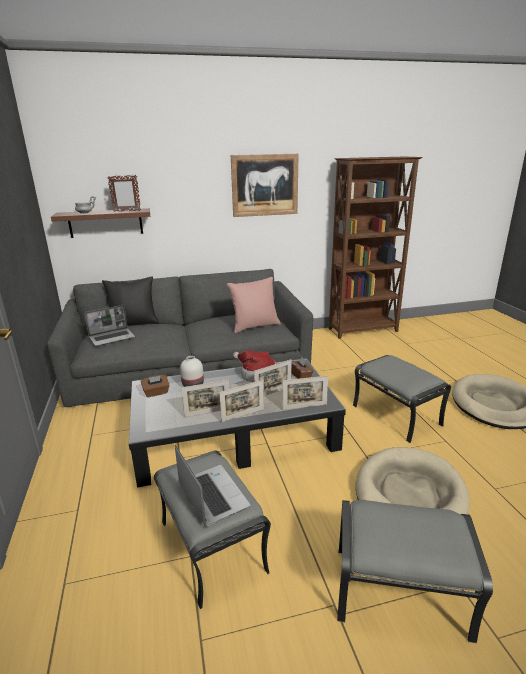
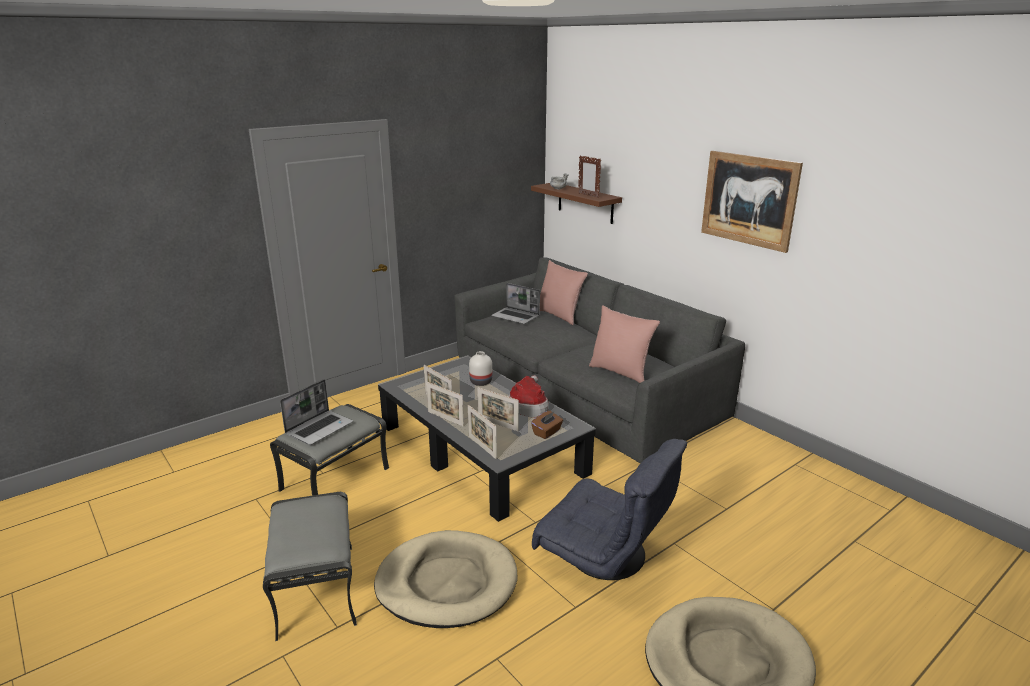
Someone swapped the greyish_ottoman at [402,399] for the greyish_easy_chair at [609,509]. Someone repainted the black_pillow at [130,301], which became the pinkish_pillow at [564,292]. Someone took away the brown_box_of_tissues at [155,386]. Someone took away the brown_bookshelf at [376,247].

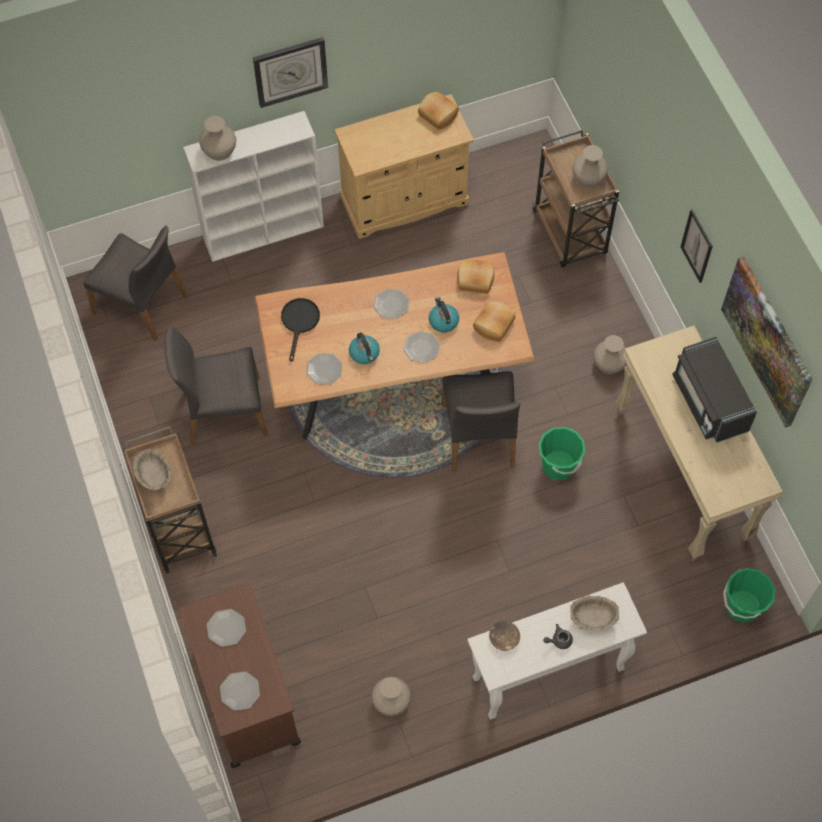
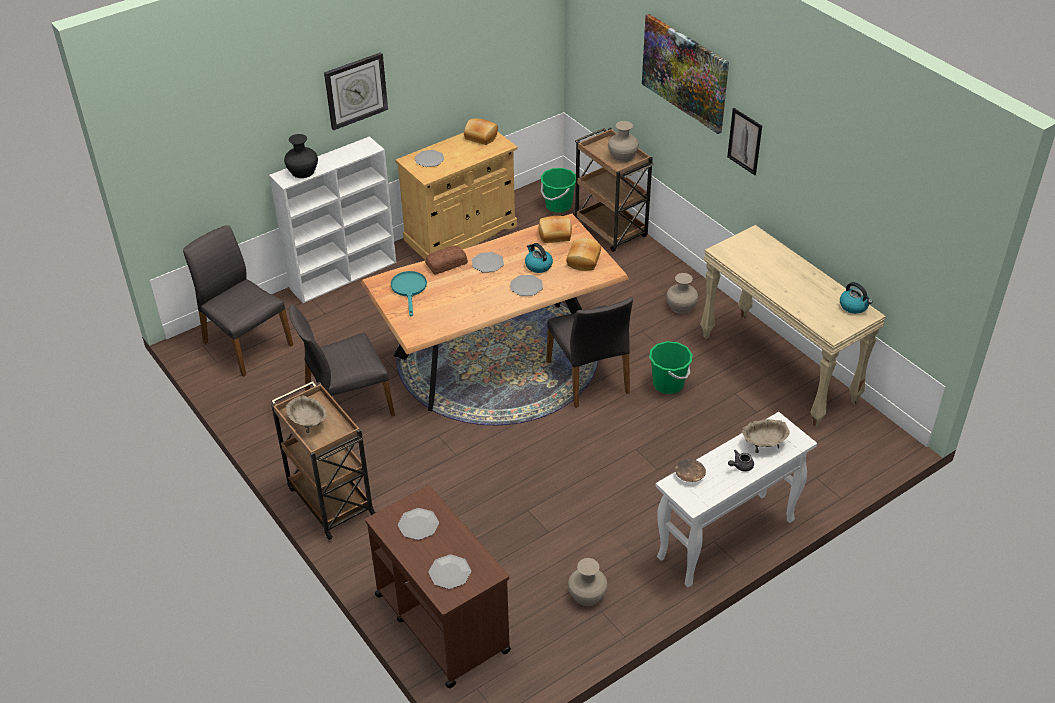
Someone rotated the greyish_upright_chair at [135,283] by 150 degrees counterclockwise. Someone repainted the beige_vase at [217,138], which became the black_vase at [301,156]. Someone repainted the black_pan at [300,330], which became the blue-green_pan at [409,294]. Someone carried the flat_dish from [324,369] to [430,158]. Someone put down the baked_bread at [446,260]. Someone carried the green_water_bucket from [749,595] to [558,190]. Someone carried the wall_art from [767,342] to [685,74]. Someone carried the water_kettle from [364,348] to [856,298]. Someone took away the black_microwave at [714,390].

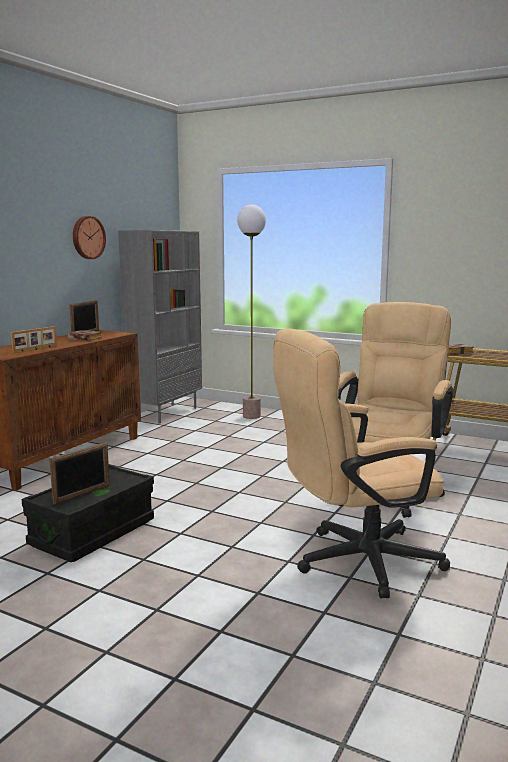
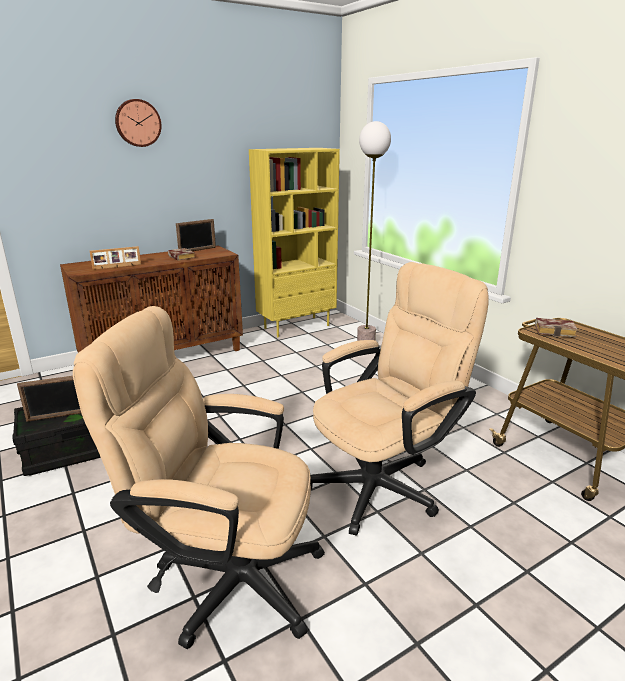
Someone carried the clock_on_the_wall from [89,237] to [138,123]. Someone repainted the greyish_bookshelf at [160,327], which became the yellow_bookshelf at [294,242].

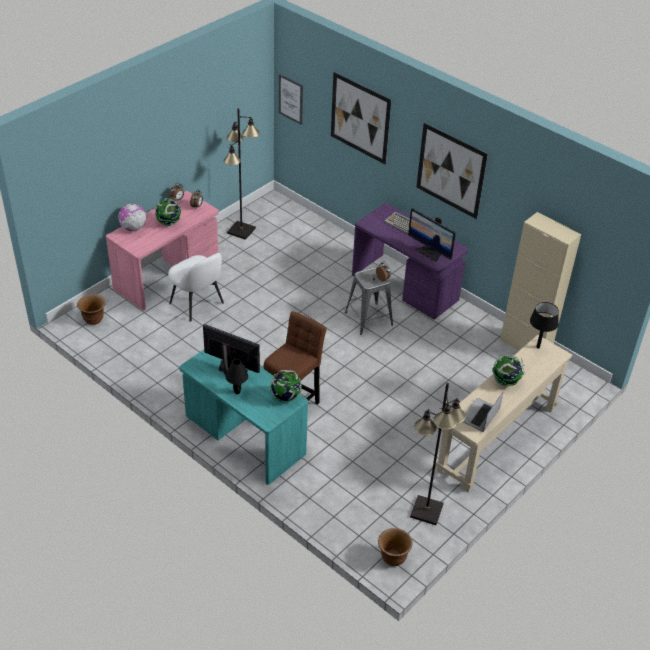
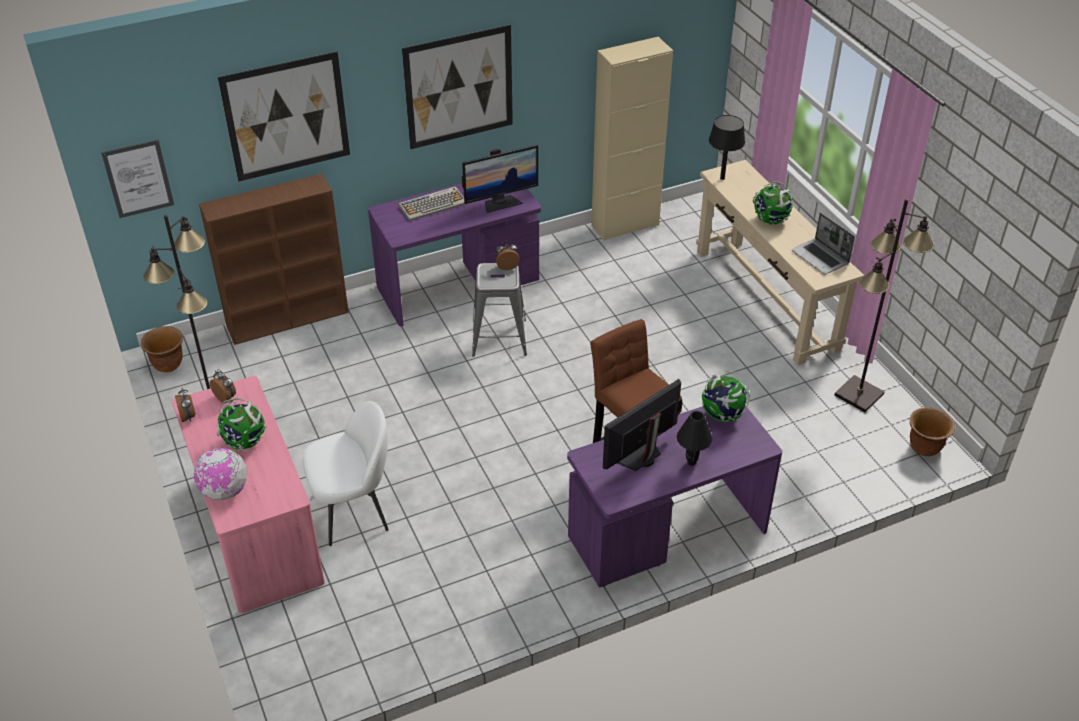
Someone carried the brown_planter from [91,309] to [162,349]. Someone put down the brown_bookshelf at [274,259]. Someone repainted the blue-green_desk_unit at [243,417], which became the purplish_desk_unit at [674,496].

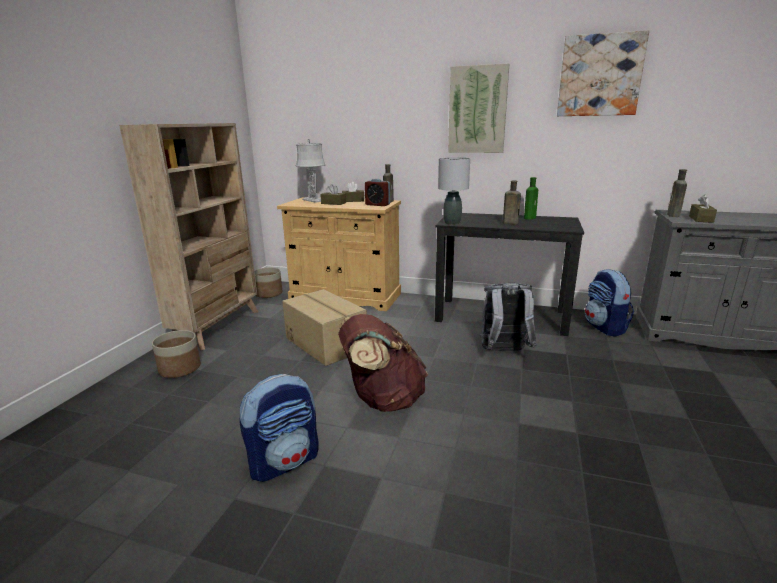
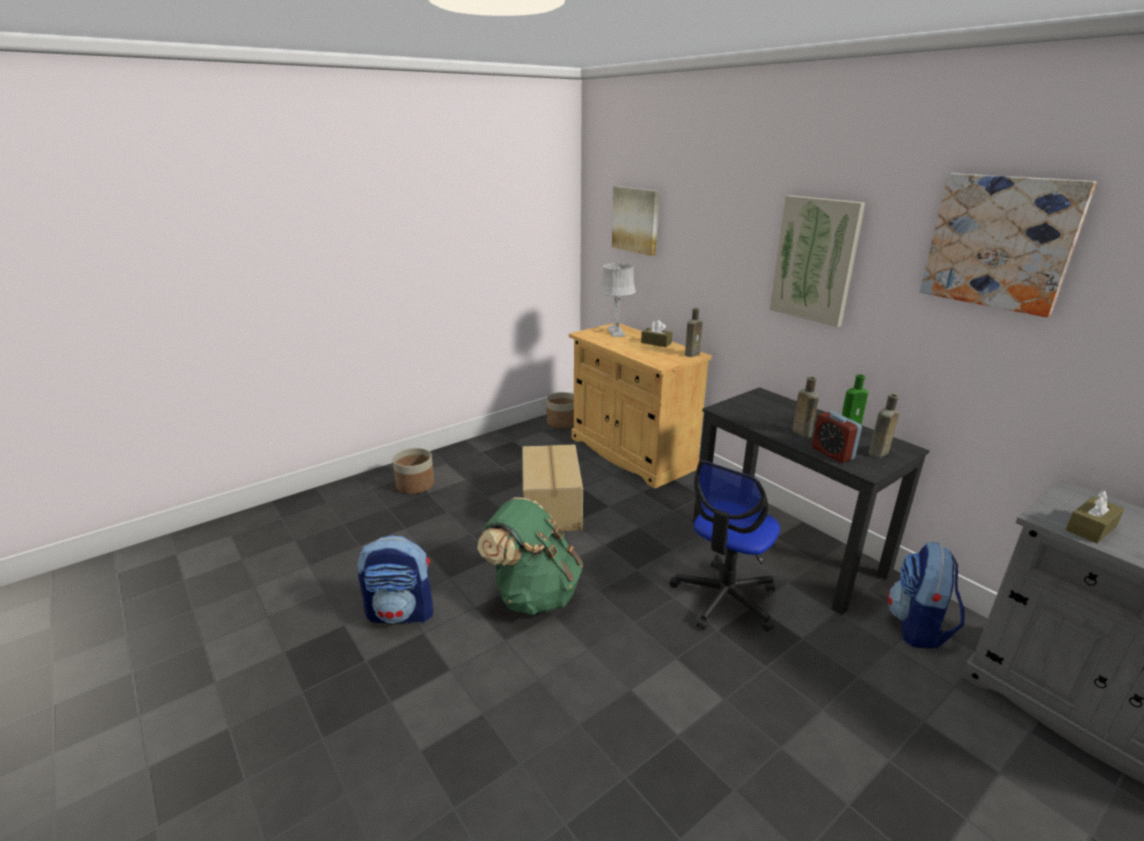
Someone repainted the brown_backpack at [383,363], which became the green_backpack at [530,556]. Someone put up the wall_art at [635,221]. Someone swapped the greyish_backpack at [508,317] for the desk_chair at [725,546]. Someone carried the bedside_clock from [377,192] to [837,437]. Someone carried the brown_beverage_bottle from [677,193] to [884,426]. Someone took away the beige_bookshelf at [188,236]. Someone took away the brown_box_of_tissues at [333,194]. Someone took away the greyish_lamp_for_a_table at [454,191].

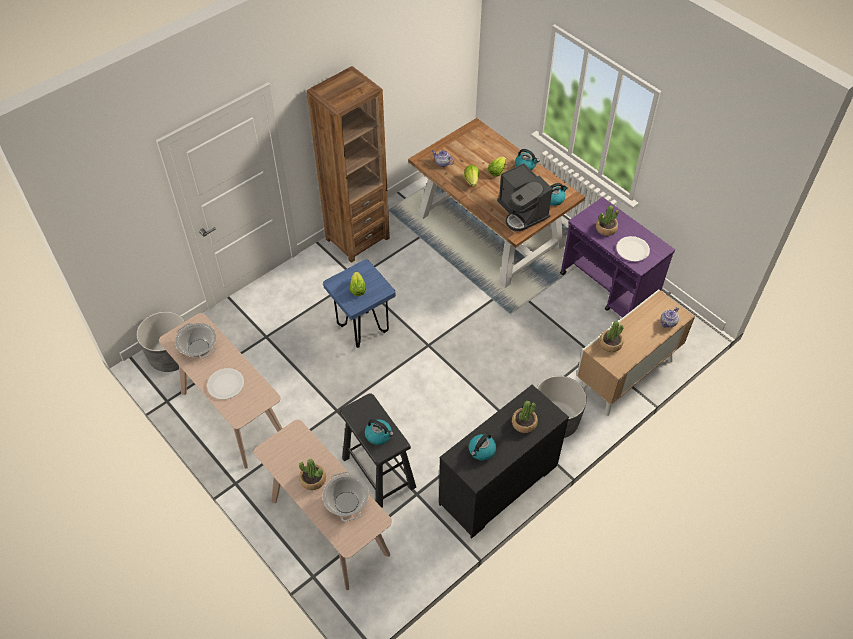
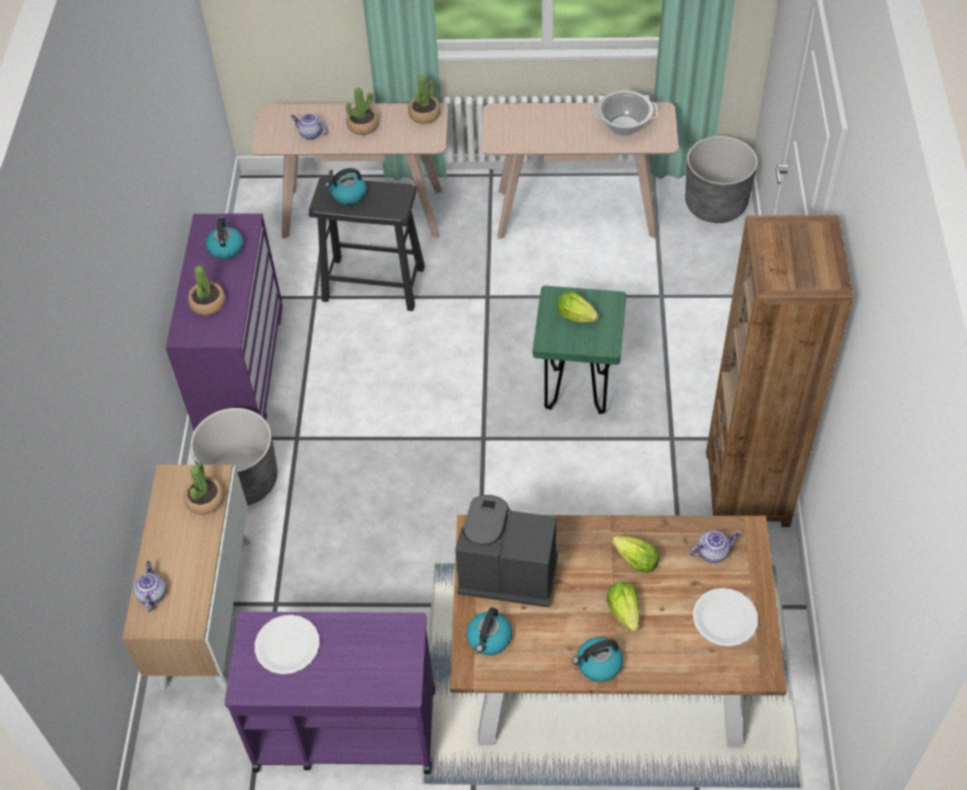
Someone repainted the black_dresser at [504,462], which became the purplish_dresser at [224,322]. Someone swapped the stockpot at [345,496] for the pot_for_tea at [309,126]. Someone carried the plant_in_a_pot from [607,221] to [424,99]. Someone repainted the blue_stool_seat at [359,303], which became the green_stool_seat at [579,350]. Someone carried the white-coloured_flat_dish from [225,383] to [725,617].

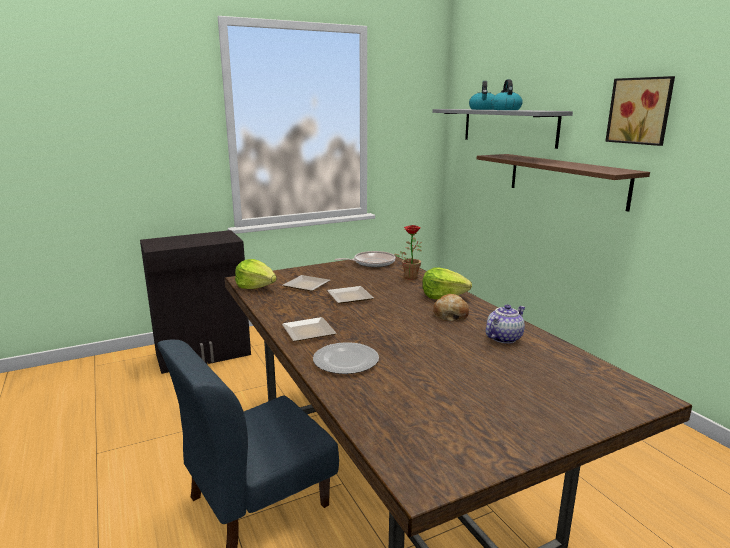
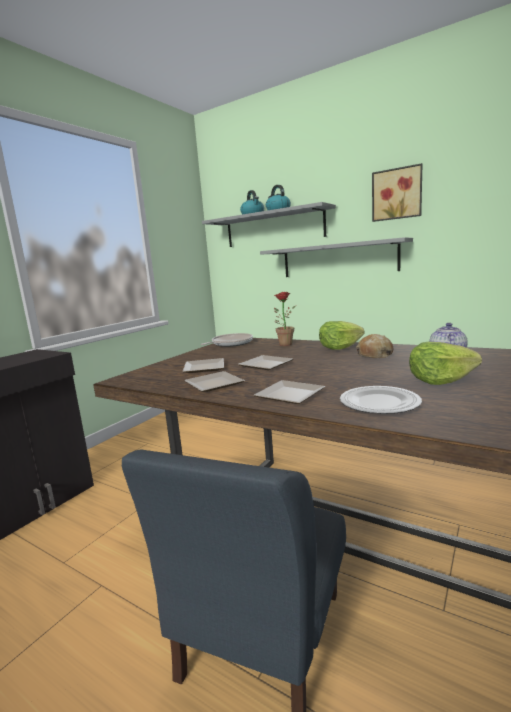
Someone put down the flat_dish at [214,381]. Someone repainted the brown_shelf at [563,183], which became the greyish_shelf at [336,257]. Someone carried the lettuce from [256,274] to [445,363].

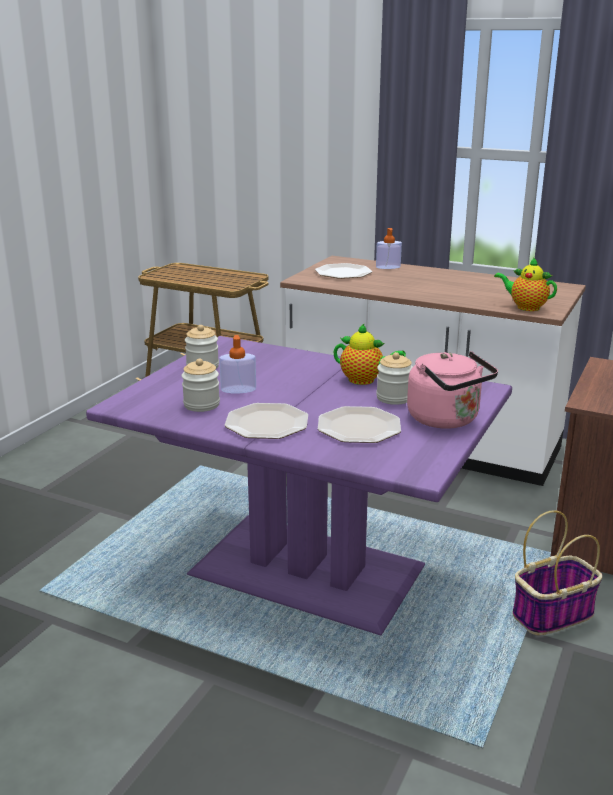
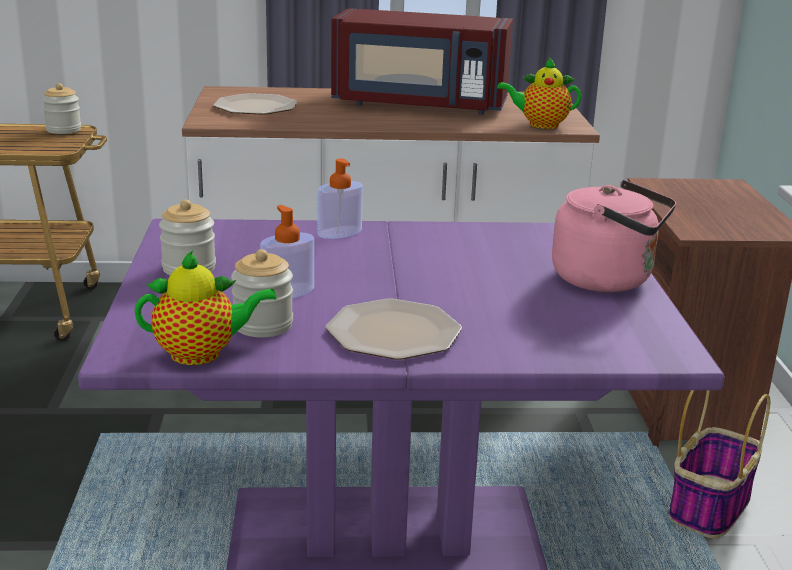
Someone carried the storage_jar from [394,378] to [61,108]. Someone carried the pot_for_tea from [369,354] to [205,307]. Someone carried the soap_bottle from [389,248] to [340,199]. Someone put down the red_microwave at [422,61]. Someone took away the flat_dish at [359,424].

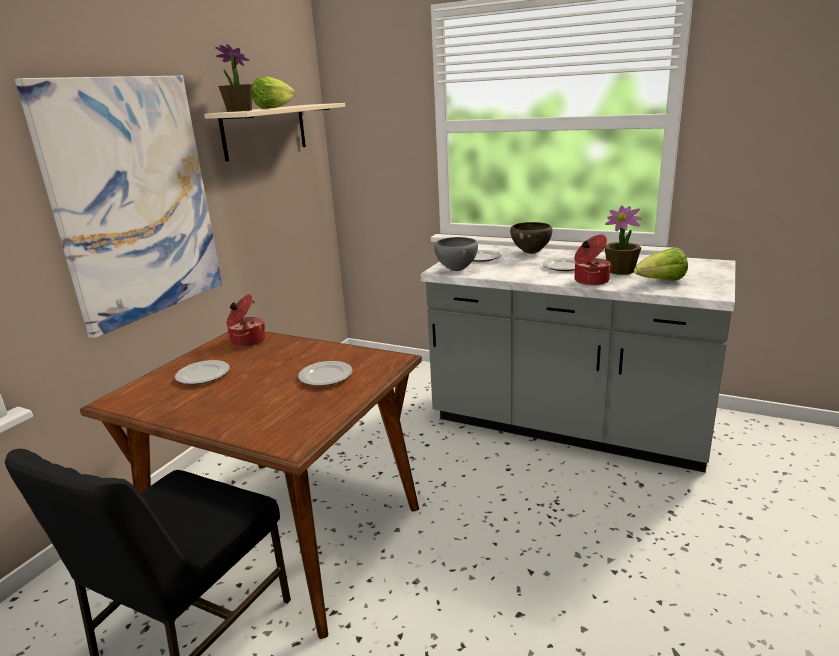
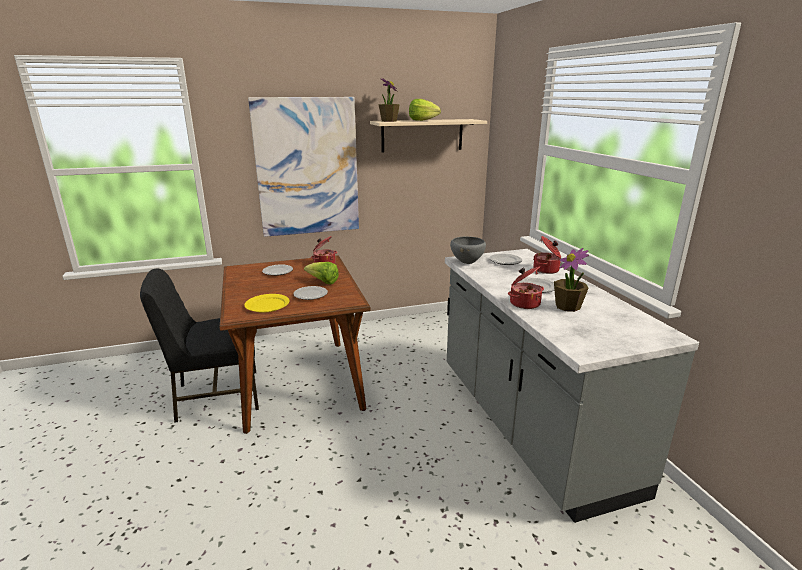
Someone put down the yellow_flat_dish at [267,303]. Someone carried the lettuce from [661,264] to [321,273]. Someone swapped the brown_bowl at [531,238] for the stockpot at [547,255].

